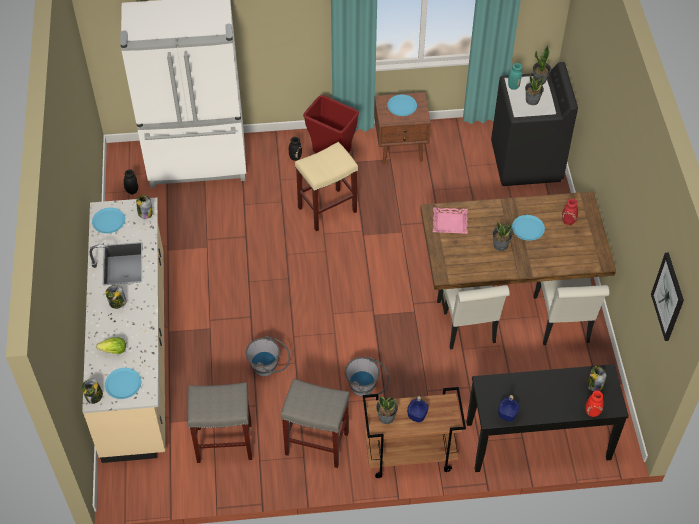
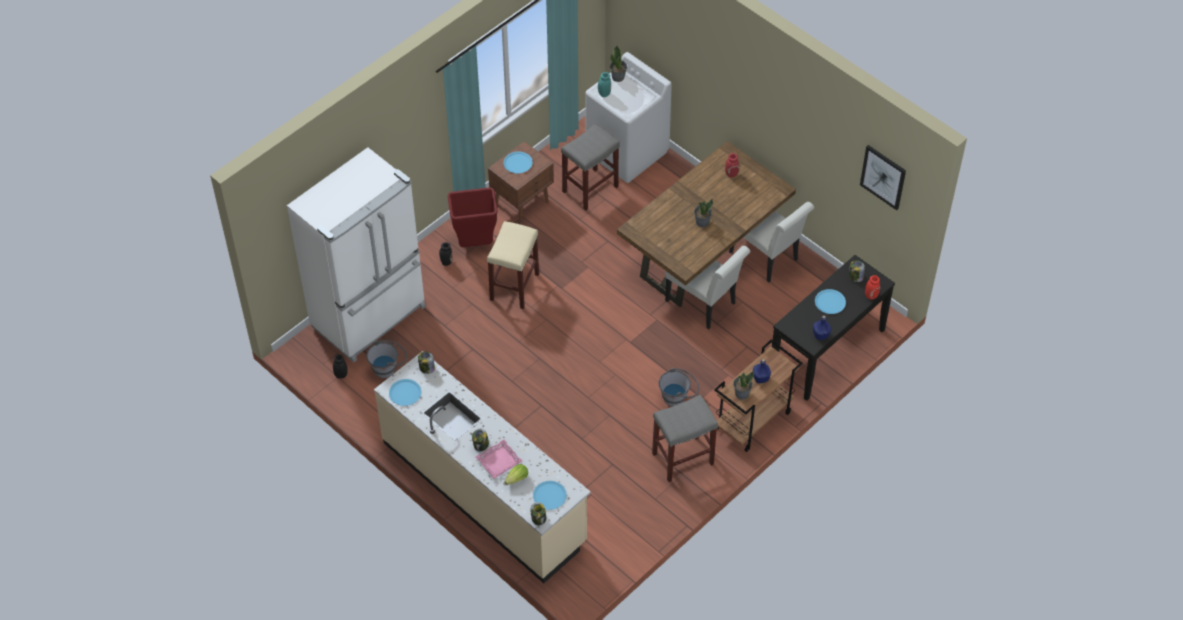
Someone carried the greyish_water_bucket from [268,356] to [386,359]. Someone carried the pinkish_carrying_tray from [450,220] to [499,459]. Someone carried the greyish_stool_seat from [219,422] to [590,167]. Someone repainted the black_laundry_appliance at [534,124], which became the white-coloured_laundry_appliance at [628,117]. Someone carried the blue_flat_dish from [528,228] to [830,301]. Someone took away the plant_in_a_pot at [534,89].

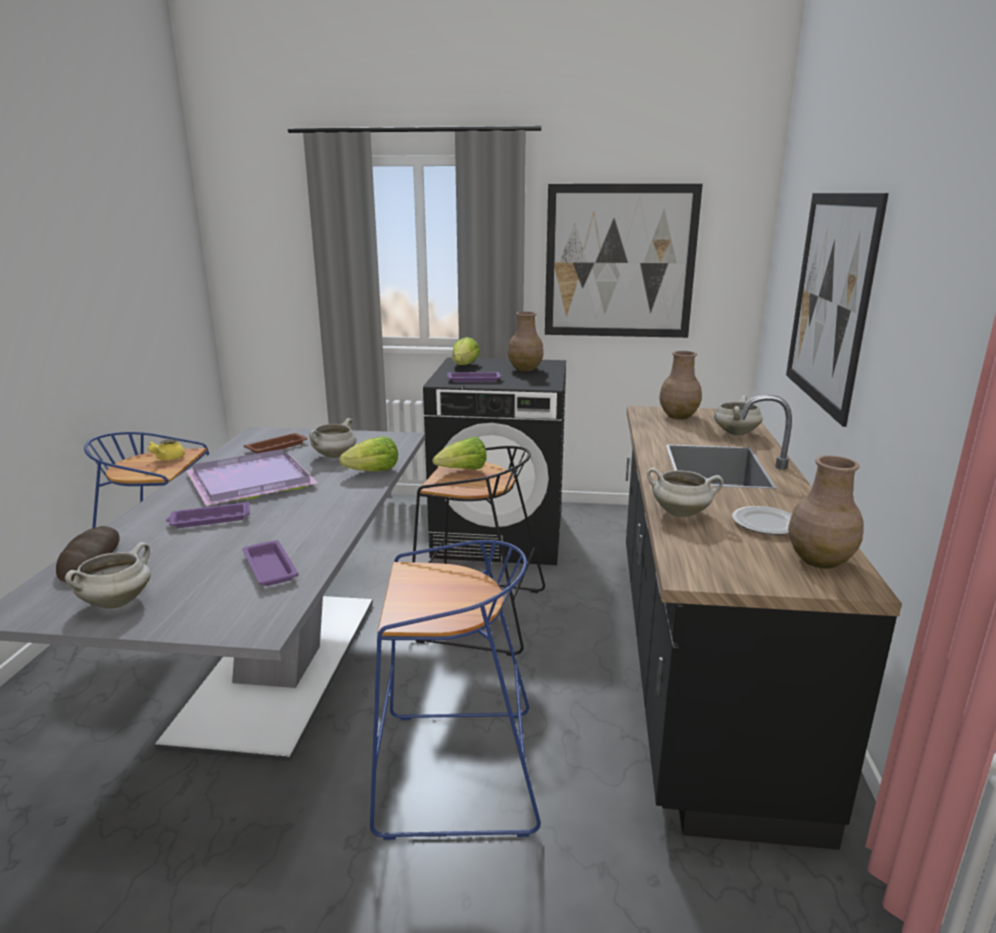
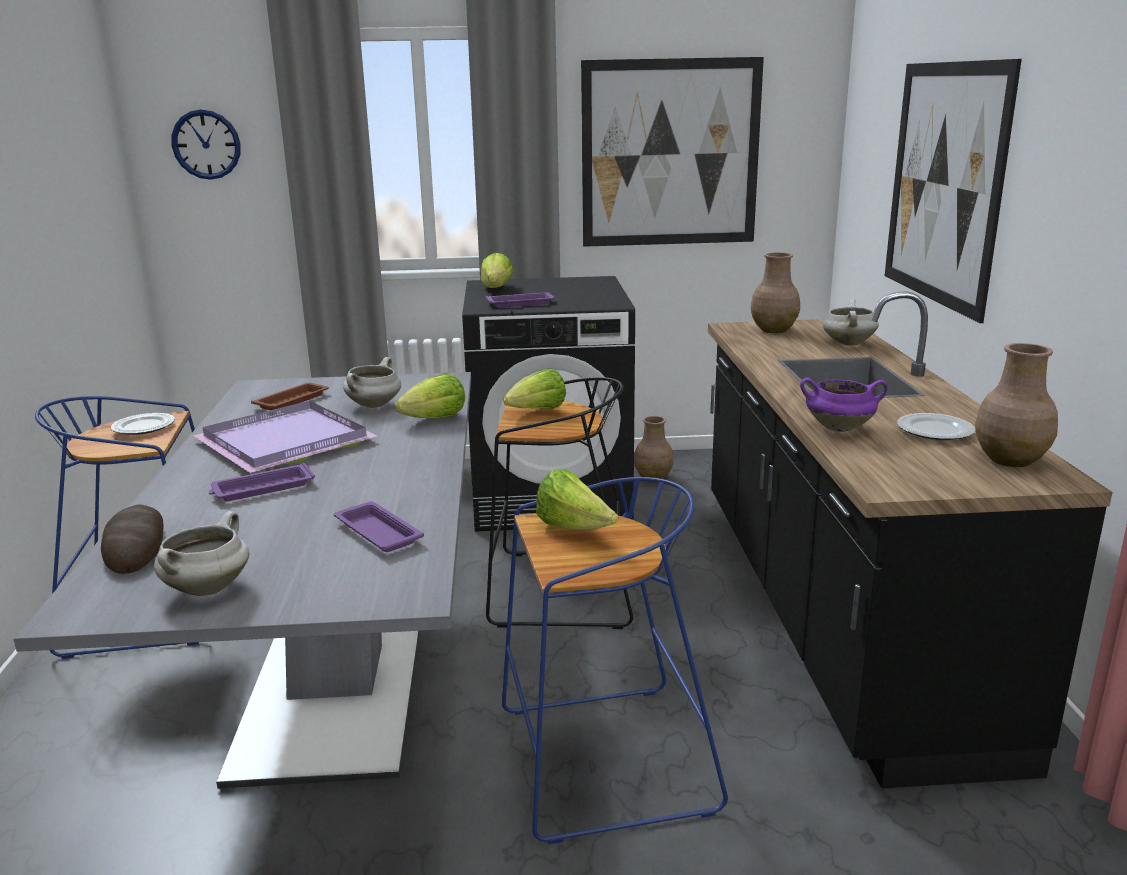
Someone swapped the yellow_pot_for_tea at [166,449] for the flat_dish at [143,424]. Someone put up the clock_on_the_wall at [206,144]. Someone put down the lettuce at [577,500]. Someone carried the brown_vase from [526,342] to [654,447]. Someone repainted the white-coloured_stockpot at [685,492], which became the purplish_stockpot at [844,404].

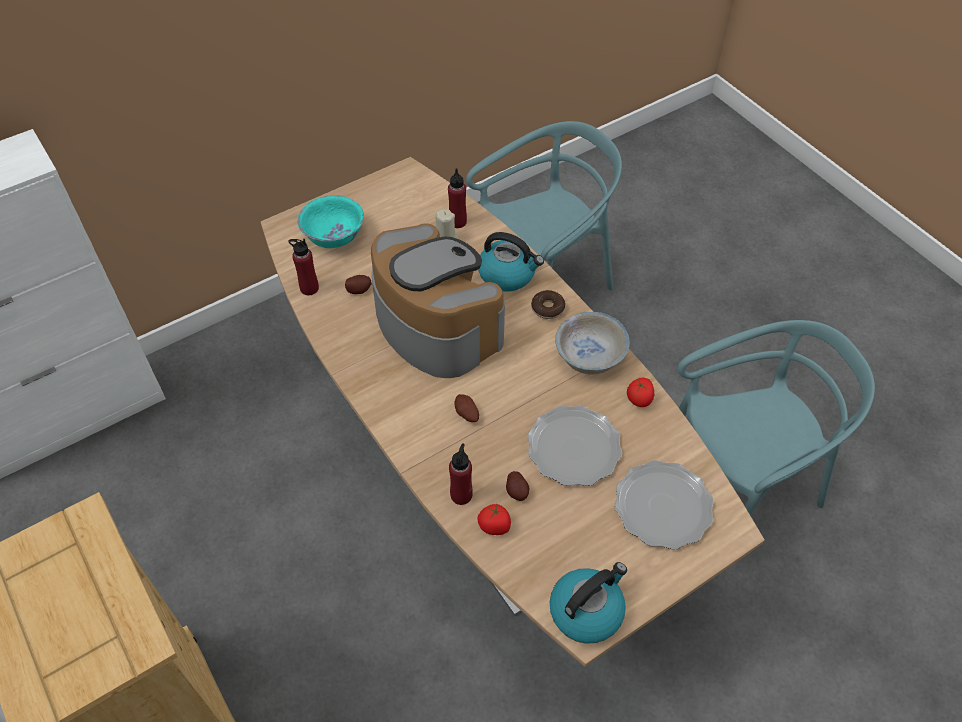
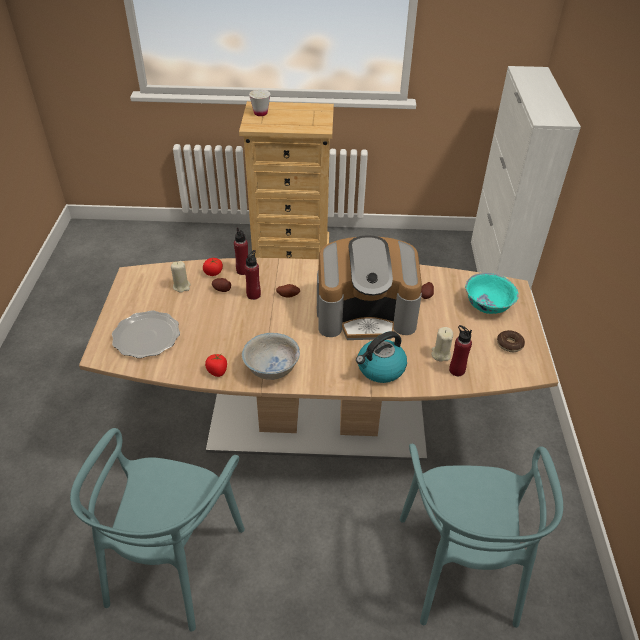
Someone put down the beige_candle at [181,277]. Someone carried the red_beverage_bottle from [303,267] to [252,275]. Someone put down the white-coloured_drinking_cup at [259,102]. Someone carried the ring_doughnut from [548,304] to [511,341]. Someone took away the flat_dish at [574,446]. Someone took away the water_kettle at [588,603].

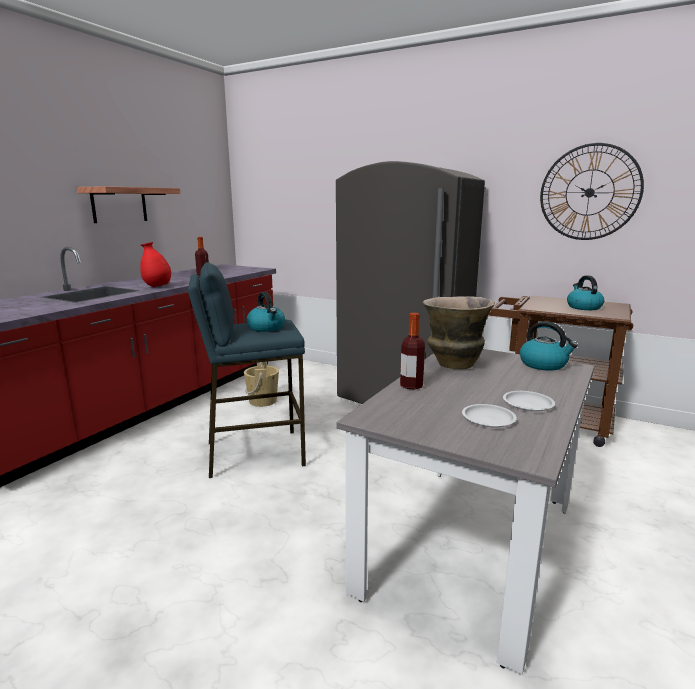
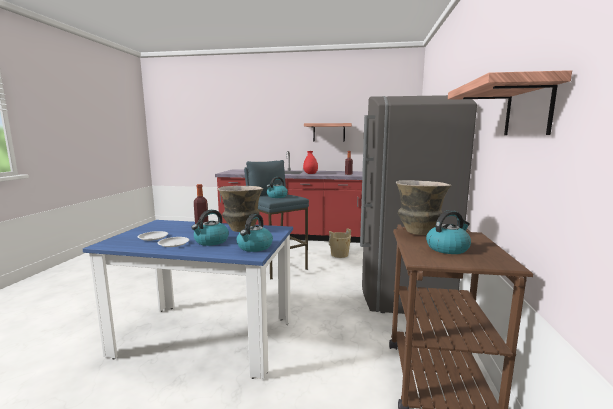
Someone repainted the greyish_dining_table at [465,512], which became the blue_dining_table at [188,299]. Someone put down the water_kettle at [210,228]. Someone put down the vase at [424,207]. Someone swapped the clock_on_the_wall at [592,191] for the shelf at [510,102].

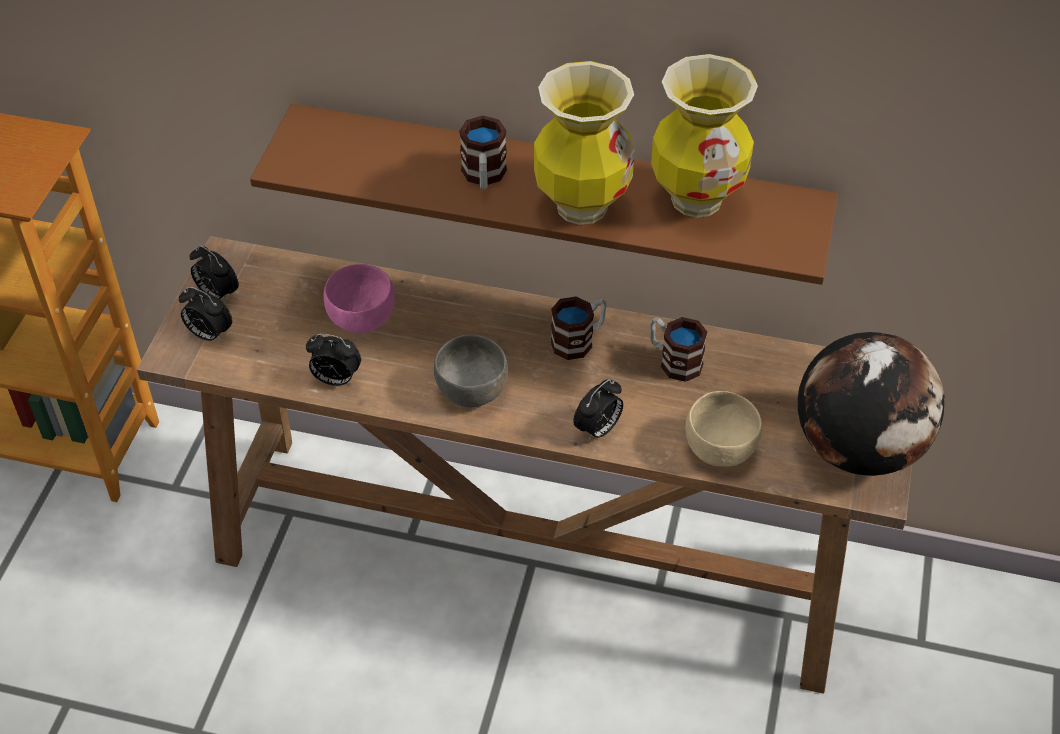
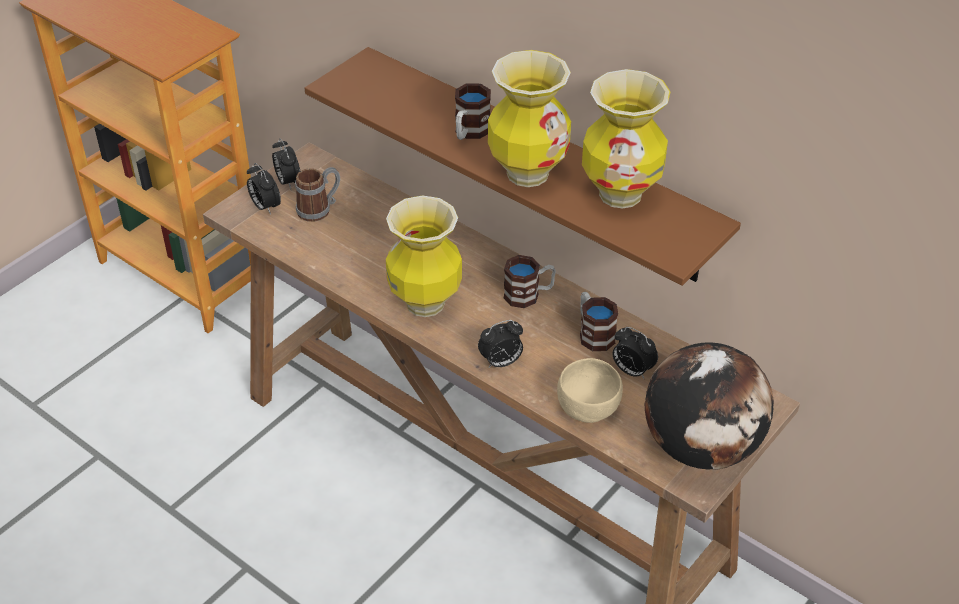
Someone put down the coffee_mug at [317,194]. Someone swapped the greyish_bowl at [471,371] for the vase at [424,256]. Someone carried the bedside_clock from [333,360] to [635,353]. Someone took away the pinkish_bowl at [359,298].

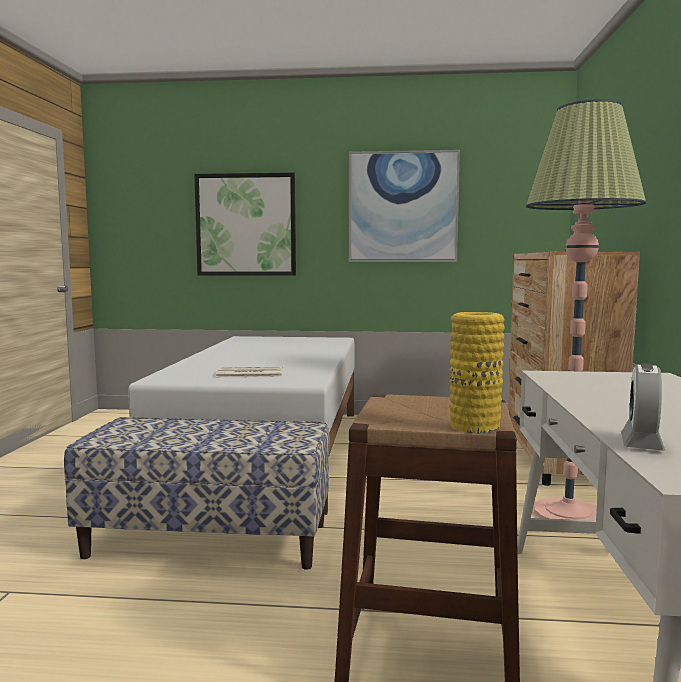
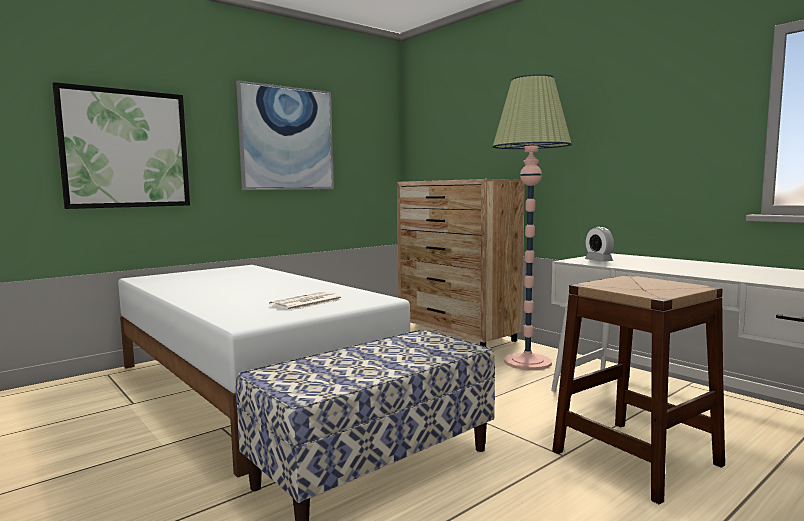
Someone carried the bedside_clock from [643,407] to [599,244]. Someone took away the yellow_vase at [477,372].

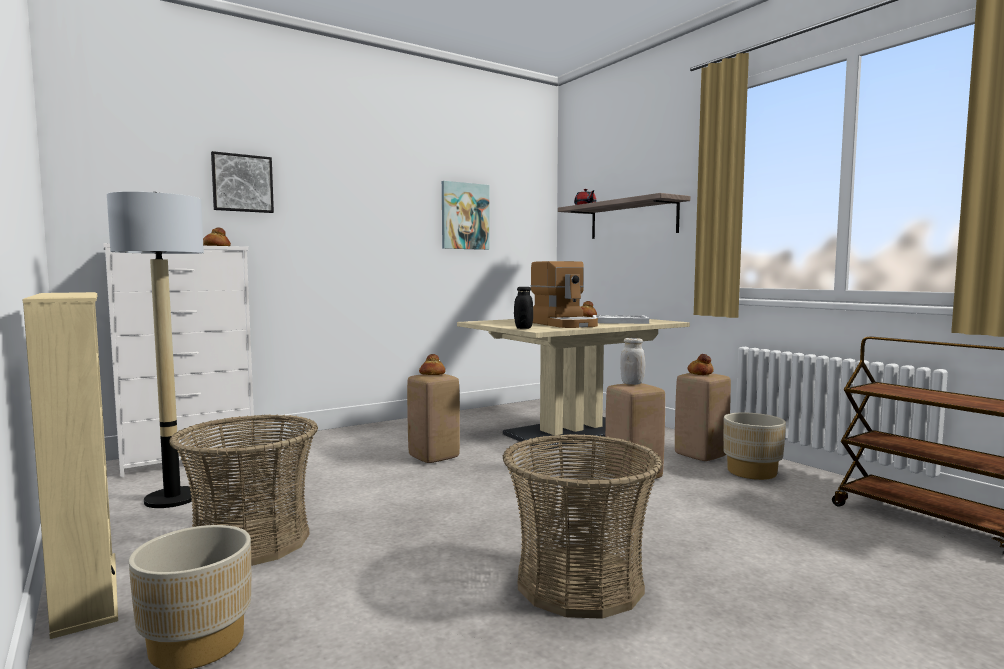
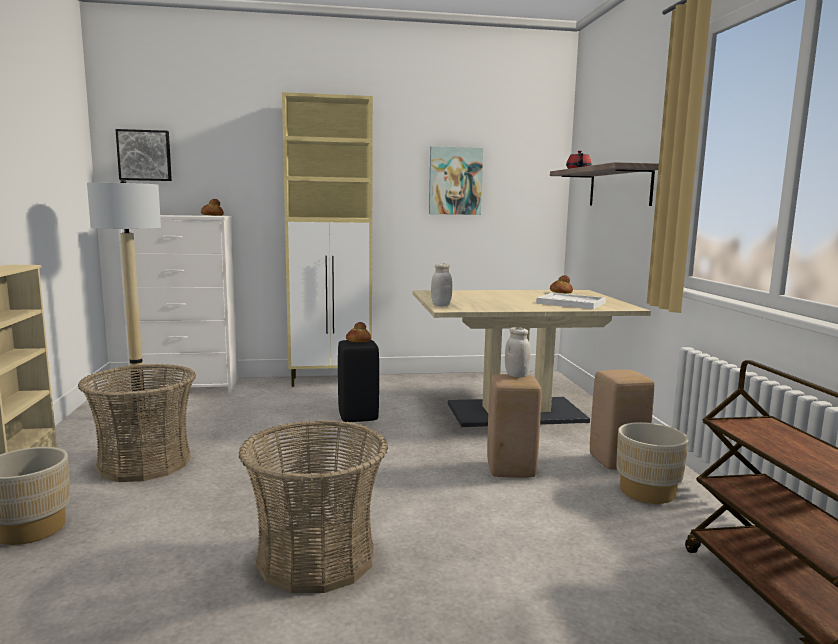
Someone carried the wall_art from [242,182] to [144,155]. Someone put down the beige_cabinet at [327,239]. Someone repainted the beige_stool_seat at [433,418], which became the black_stool_seat at [358,381]. Someone repainted the black_storage_jar at [523,308], which became the white-coloured_storage_jar at [441,284]. Someone took away the coffee_brewer at [564,294]. Someone took away the baked_bread at [701,364].

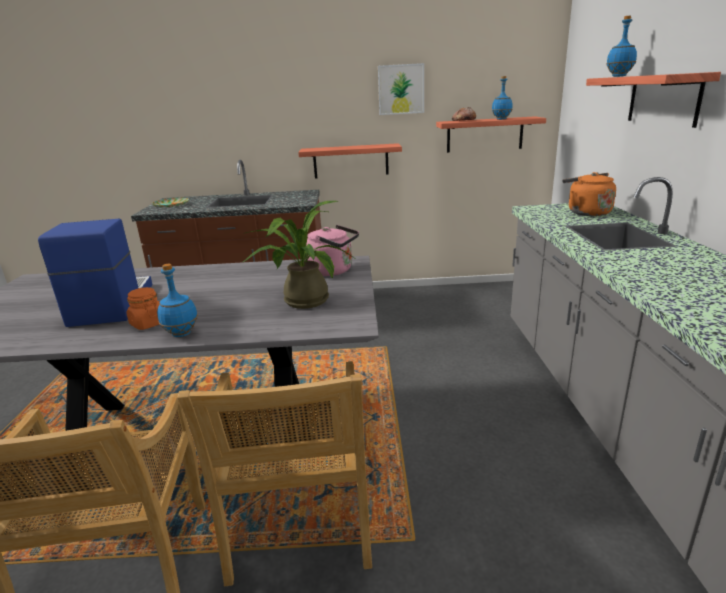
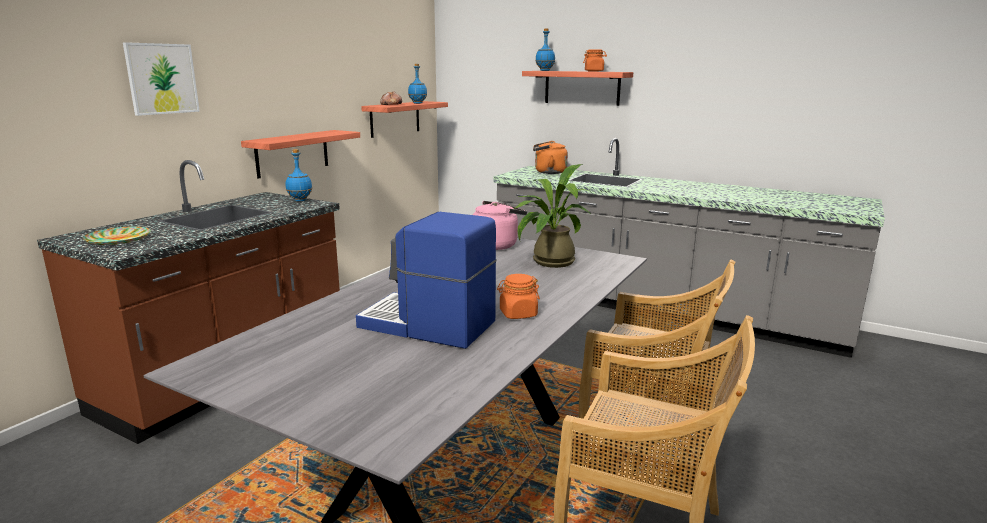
Someone carried the wall_art from [401,89] to [161,79]. Someone carried the blue_beverage_bottle from [177,300] to [299,175]. Someone put down the orange_storage_jar at [595,60].

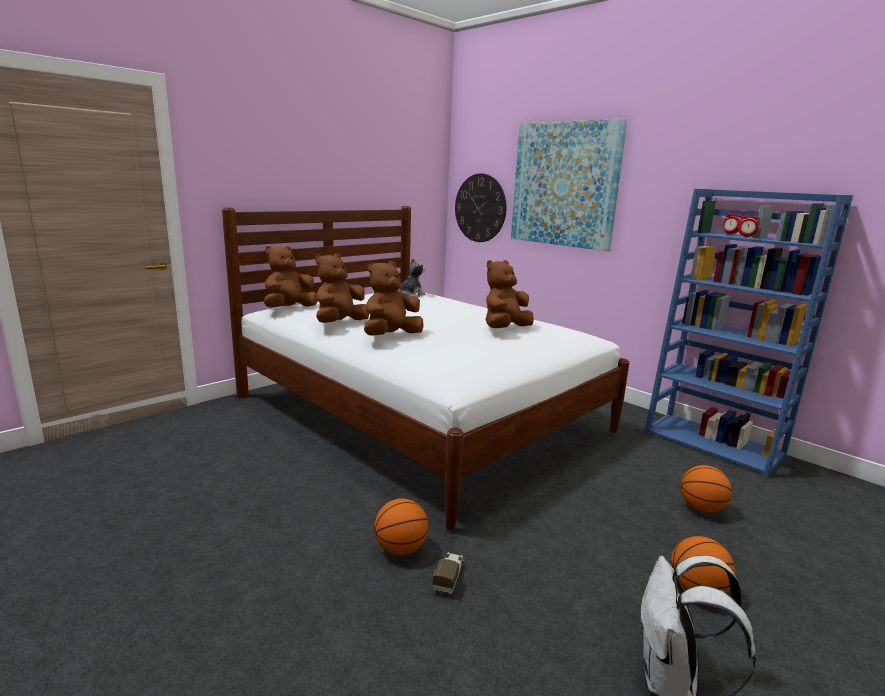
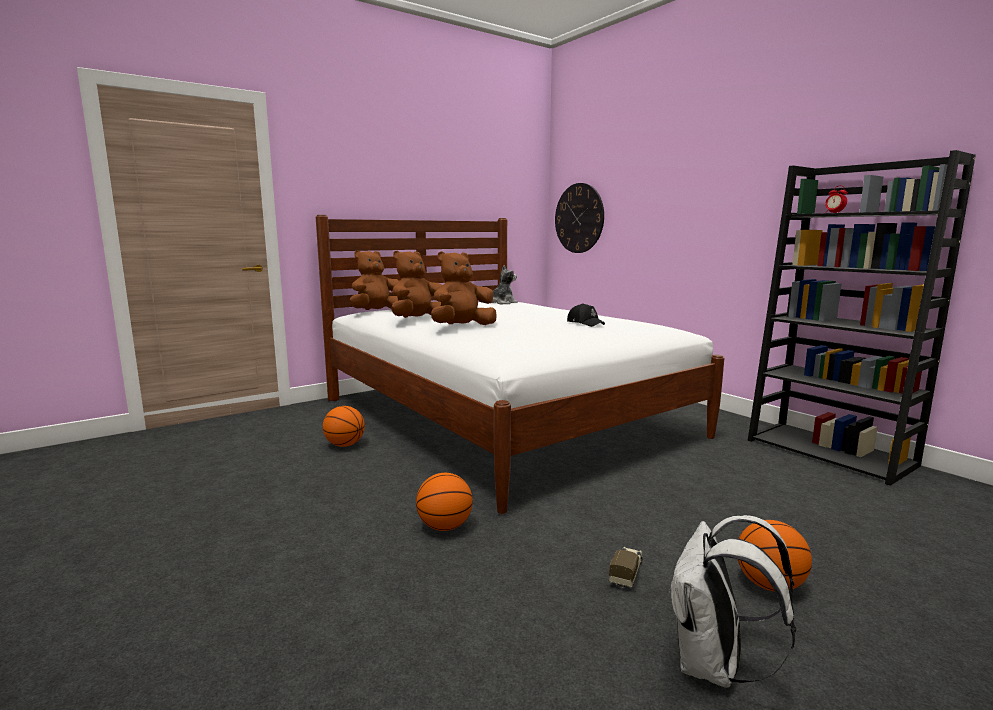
Someone carried the basketball_ball from [706,489] to [344,426]. Someone swapped the brown_soft_toy at [510,294] for the black_peaked_cap at [586,315]. Someone carried the toy_lorry from [448,573] to [626,567]. Someone repainted the blue_bookshelf at [748,333], which became the black_bookshelf at [862,318]. Someone took away the wall_art at [569,185]. Someone took away the bedside_clock at [749,224].

